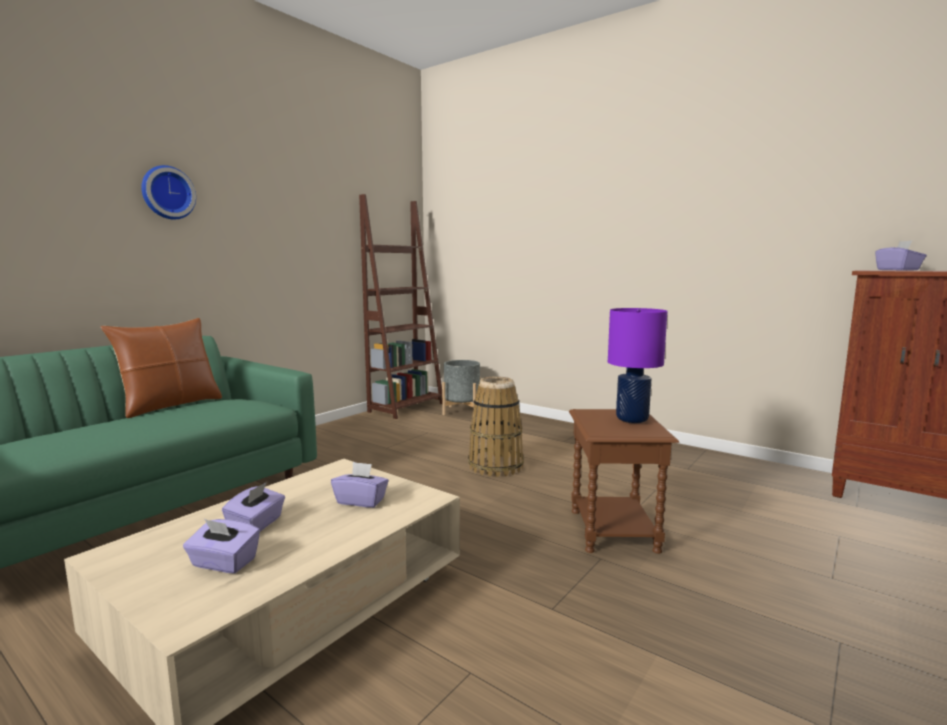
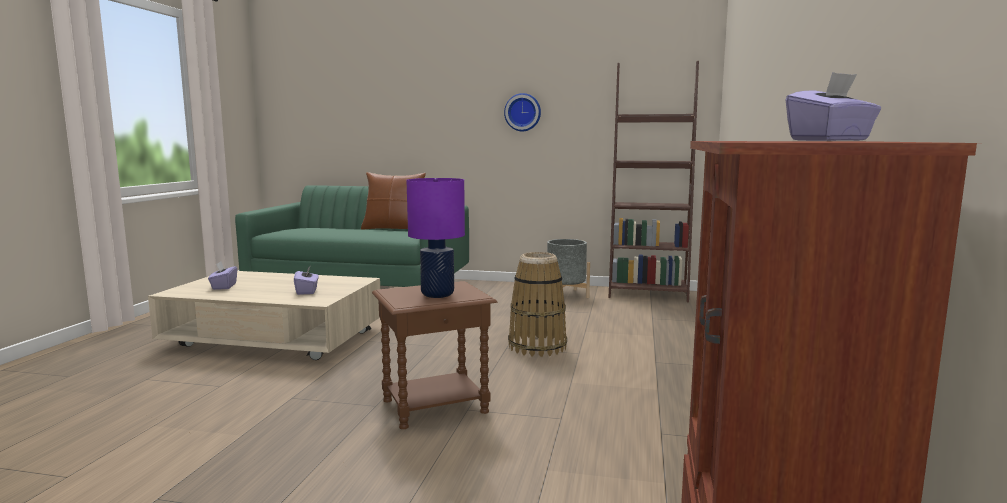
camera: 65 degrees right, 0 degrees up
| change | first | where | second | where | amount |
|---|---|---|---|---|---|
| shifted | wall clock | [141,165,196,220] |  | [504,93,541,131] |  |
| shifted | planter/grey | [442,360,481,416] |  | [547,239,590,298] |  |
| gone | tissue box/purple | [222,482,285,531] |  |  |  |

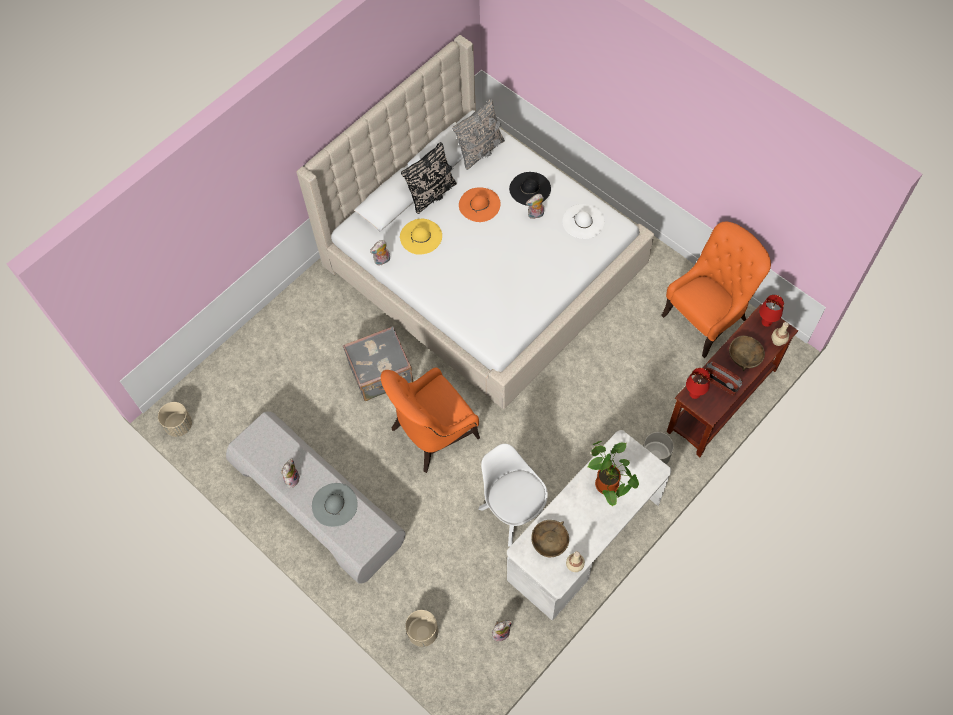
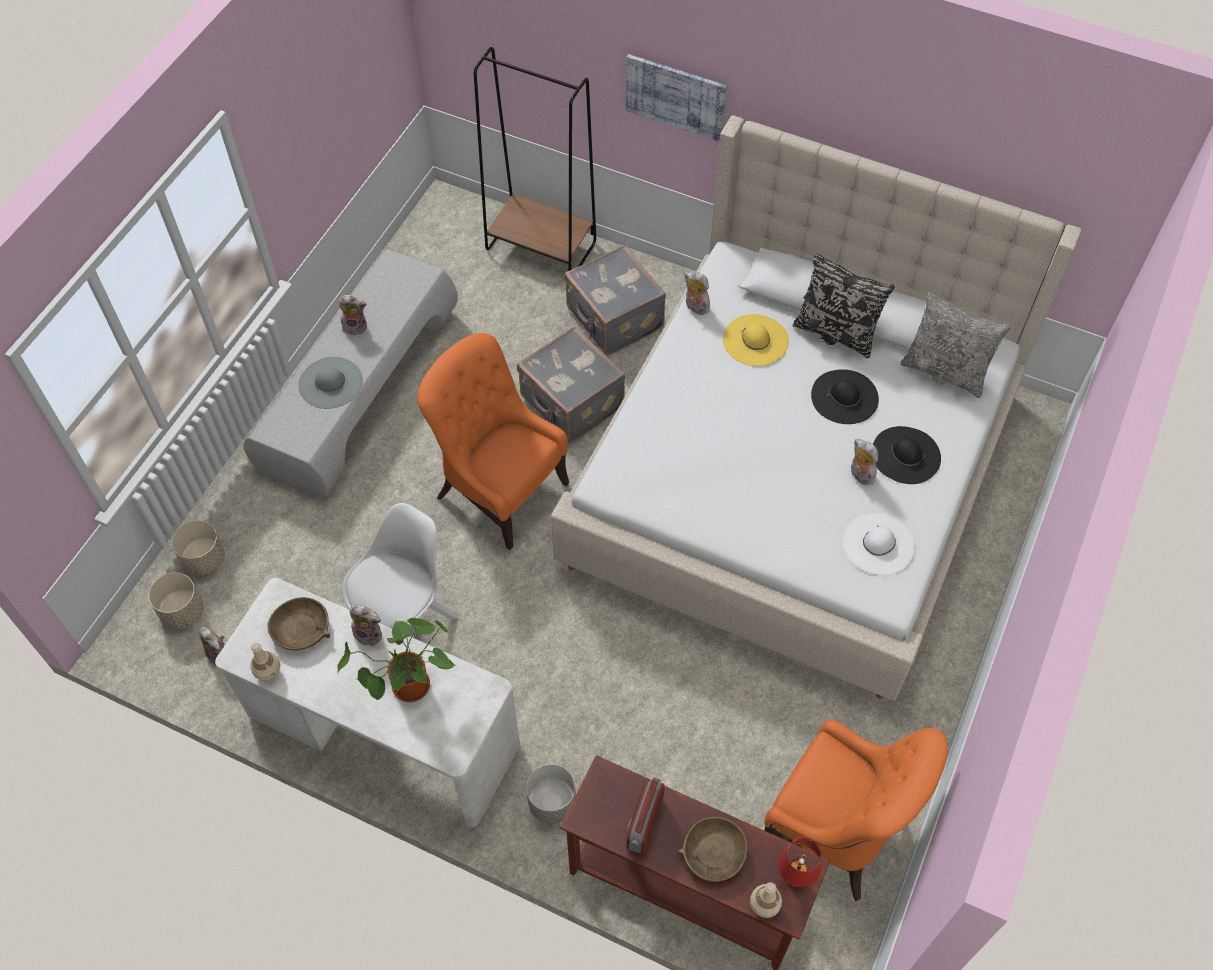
camera: 70 degrees right, 5 degrees down
| change | first | where | second | where | amount |
|---|---|---|---|---|---|
| shifted | planter/beige | [158,402,192,437] |  | [148,572,203,629] |  |
| new |  |  | plush toy | [349,604,382,646] |  |
| new |  |  | clothes rack | [474,47,596,271] |  |
| new |  |  | suitcase/grey | [564,245,666,355] |  |
| new |  |  | picture | [626,54,727,142] |  |
| repainted | hat/orange | [459,187,501,222] | hat/black | [811,369,879,424] |  |
| gone | table lamp/red | [686,368,710,399] |  |  |  |

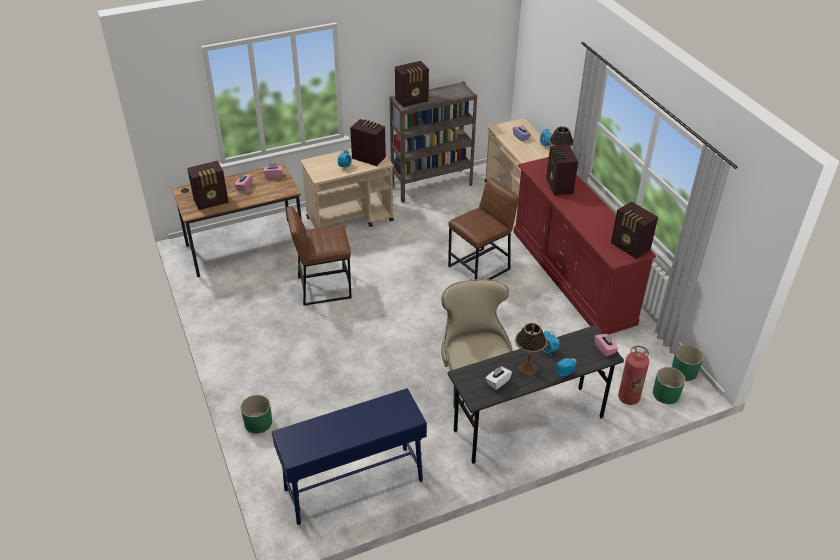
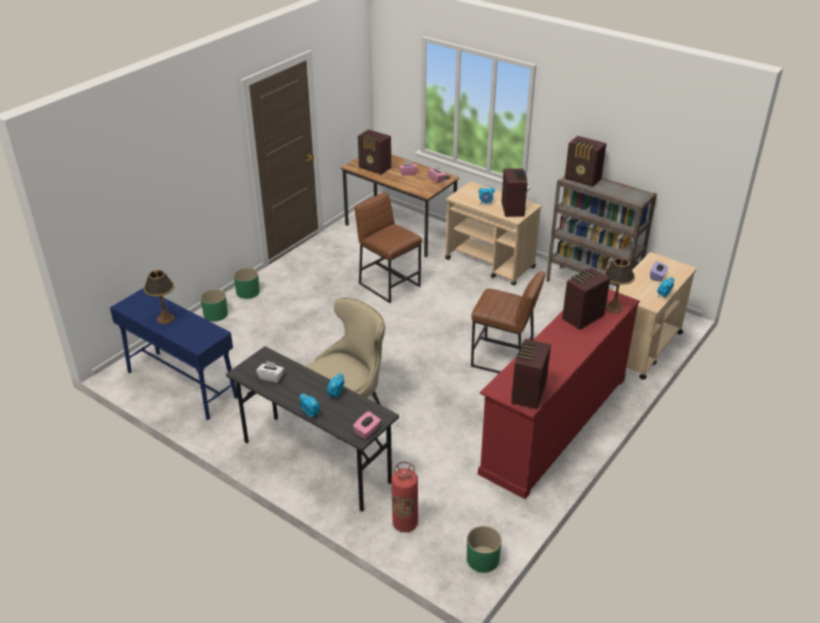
camera: 60 degrees right, 5 degrees down
| change | first | where | second | where | amount |
|---|---|---|---|---|---|
| shifted | table lamp | [515,323,547,376] |  | [144,270,175,324] |  |
| shifted | planter/green | [653,367,685,404] |  | [234,268,260,299] |  |

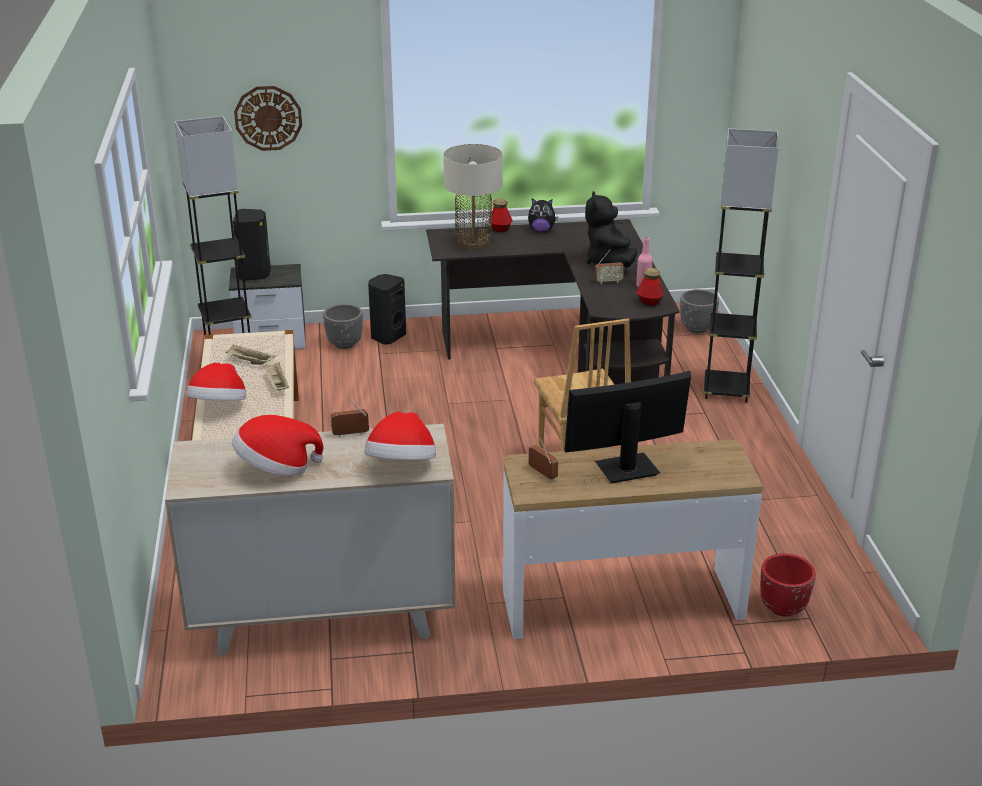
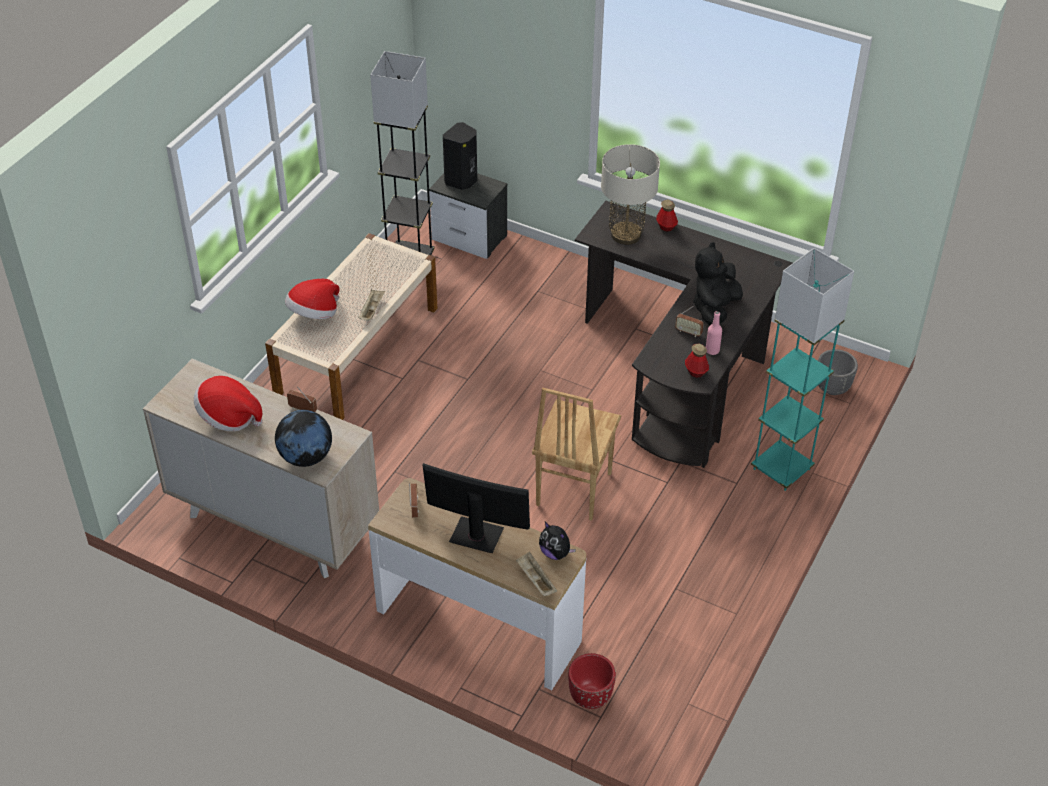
camera: 35 degrees right, 15 degrees up
| change | first | where | second | where | amount |
|---|---|---|---|---|---|
| swapped | hat | [364,412,436,460] | globe | [275,410,332,467] |  |
| shifted | tray/beige | [226,345,275,365] |  | [516,552,557,596] |  |
| shifted | plush toy | [528,198,558,232] |  | [539,522,576,560] |  |
| repainted | floor lamp/grey | [703,128,779,403] | floor lamp/turquoise | [751,248,854,491] |  |
| gone | wall clock | [234,86,302,151] |  |  |  |
| gone | planter/grey | [323,304,363,349] |  |  |  |
| gone | speaker/black | [368,274,406,345] |  |  |  |

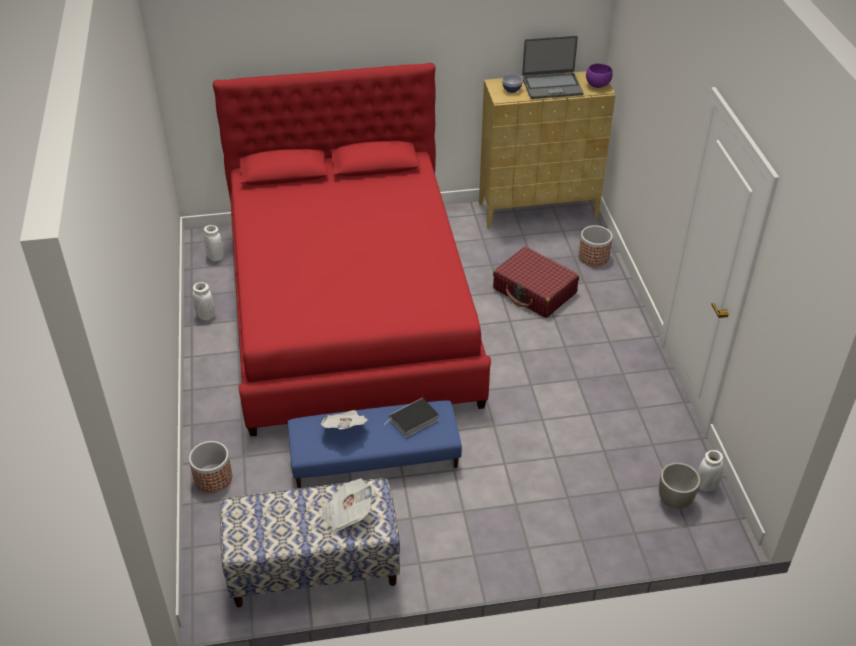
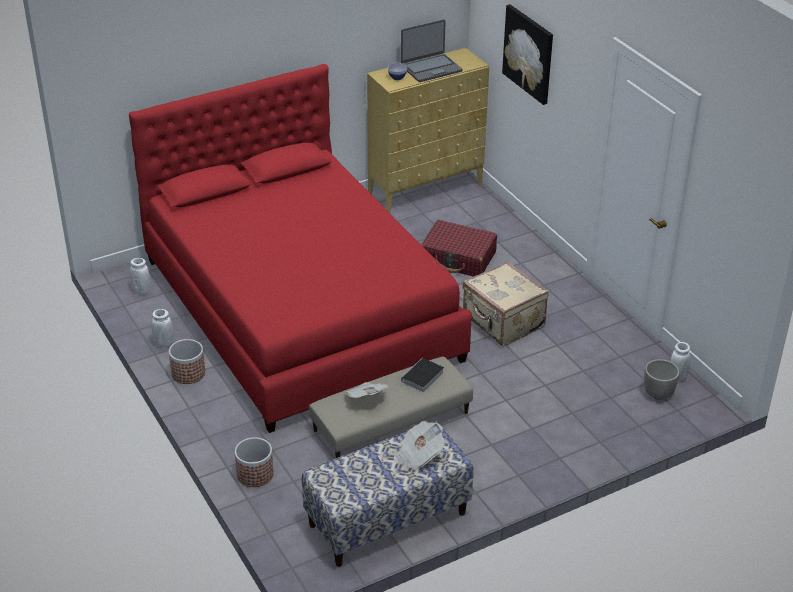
camera: 20 degrees left, 5 degrees down
| change | first | where | second | where | amount |
|---|---|---|---|---|---|
| shifted | planter | [579,225,613,266] |  | [169,339,205,384] |  |
| repainted | ottoman/blue | [288,400,462,488] | ottoman/beige | [309,357,473,458] |  |
| new |  |  | suitcase/beige | [463,261,549,346] |  |
| new |  |  | picture | [502,4,553,105] |  |
| gone | bowl/purple | [586,63,613,88] |  |  |  |

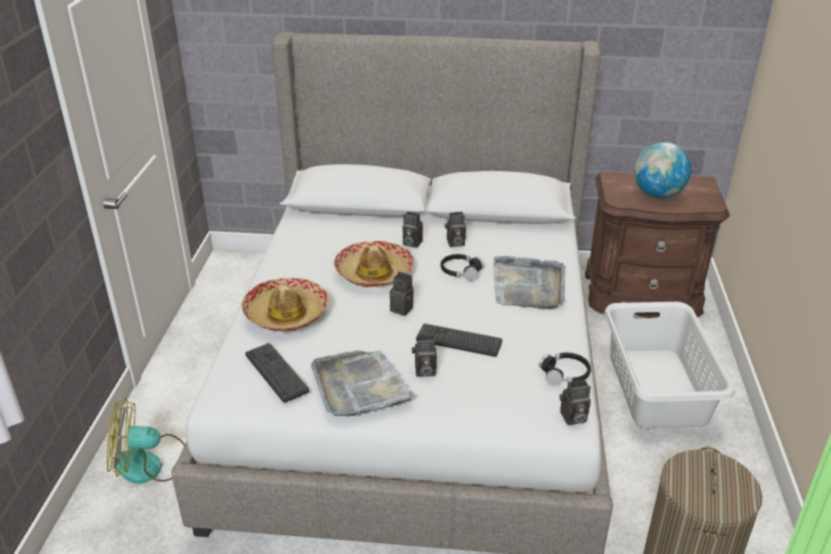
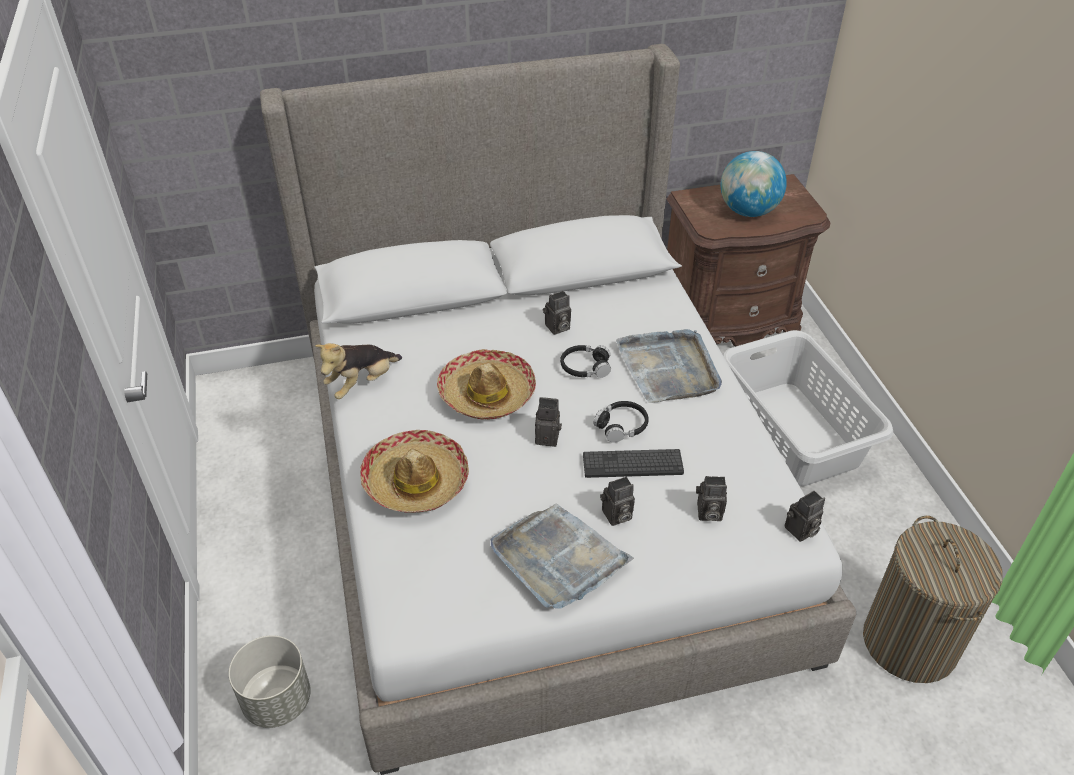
camera: 20 degrees left, 10 degrees up
| change | first | where | second | where | amount |
|---|---|---|---|---|---|
| swapped | fan | [107,398,185,484] | planter/grey | [229,635,311,728] |  |
| new |  |  | plush toy | [315,343,402,399] |  |
| shifted | headphones/black | [539,353,591,386] |  | [593,401,649,443] |  |
| shifted | photo camera | [403,211,423,248] |  | [696,476,727,521] |  |
| gone | keyboard | [245,343,309,403] |  |  |  |

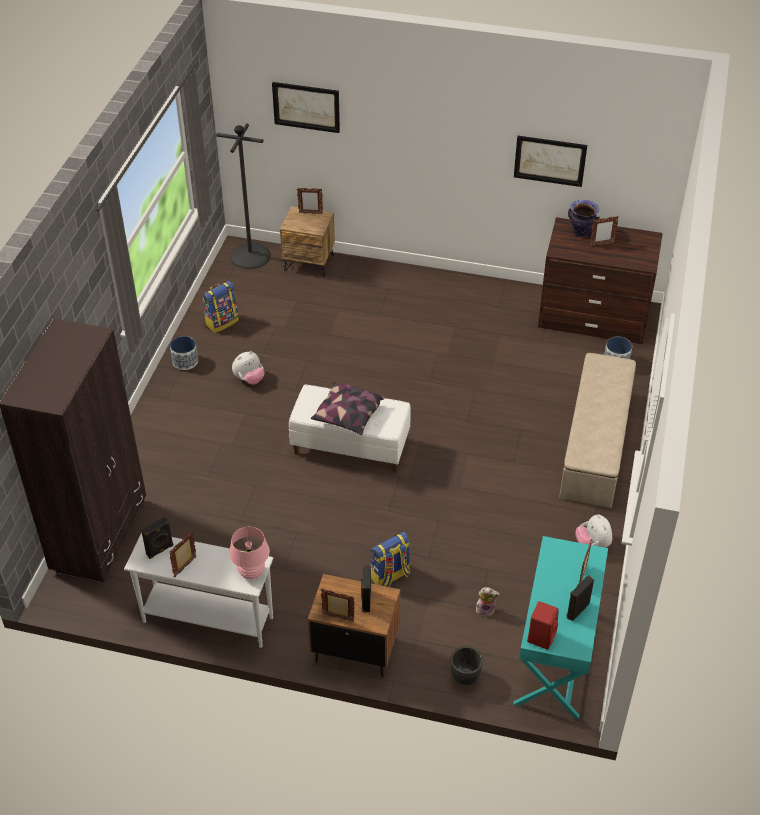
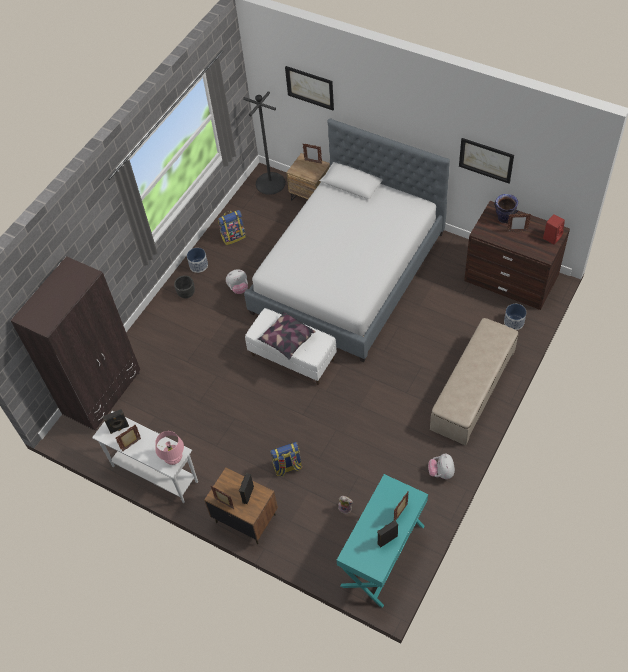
camera: 20 degrees right, 10 degrees up
| change | first | where | second | where | amount |
|---|---|---|---|---|---|
| shifted | planter/black | [450,646,483,685] |  | [174,276,195,298] |  |
| new |  |  | bed | [244,119,450,362] |  |
| shifted | speaker/red | [527,601,559,650] |  | [543,214,565,244] |  |

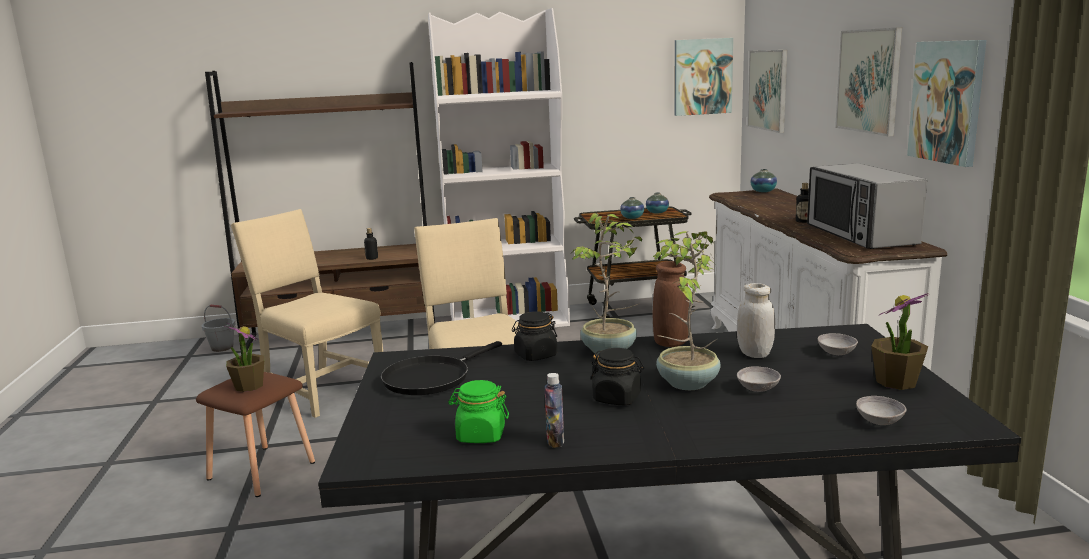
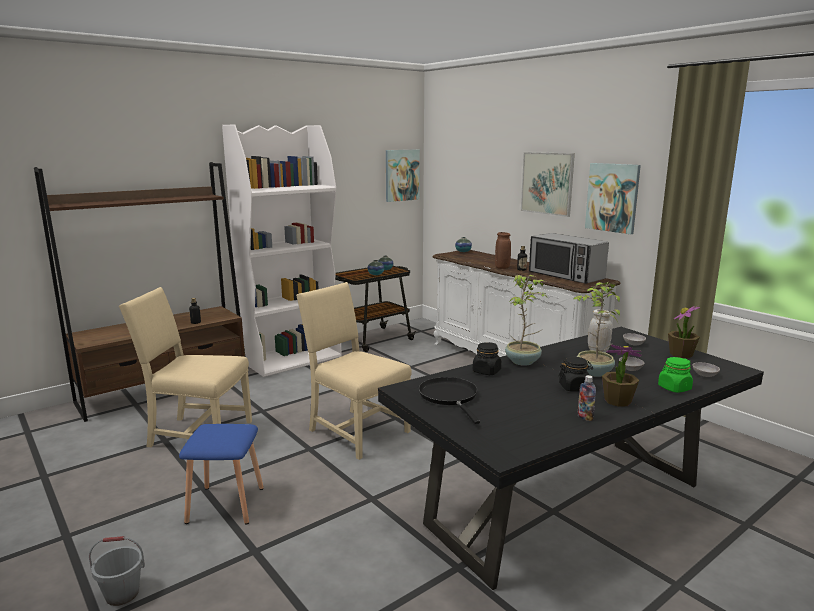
camera: 30 degrees left, 0 degrees up
| change | first | where | second | where | amount |
|---|---|---|---|---|---|
| shifted | bucket/grey | [202,305,235,352] |  | [89,536,145,606] |  |
| repainted | stool/brown | [196,372,315,497] | stool/blue | [179,424,264,525] |  |
| rotated | frying pan/black | [381,341,502,395] |  | [419,377,480,424] | 150 degrees clockwise |
| shifted | vase/brown | [653,261,689,347] |  | [495,232,511,269] |  |
| shifted | potted plant | [225,323,264,392] |  | [602,345,642,407] |  |
| shifted | jar/green | [448,380,509,443] |  | [658,357,693,393] |  |
| gone | picture | [747,50,787,133] |  |  |  |

